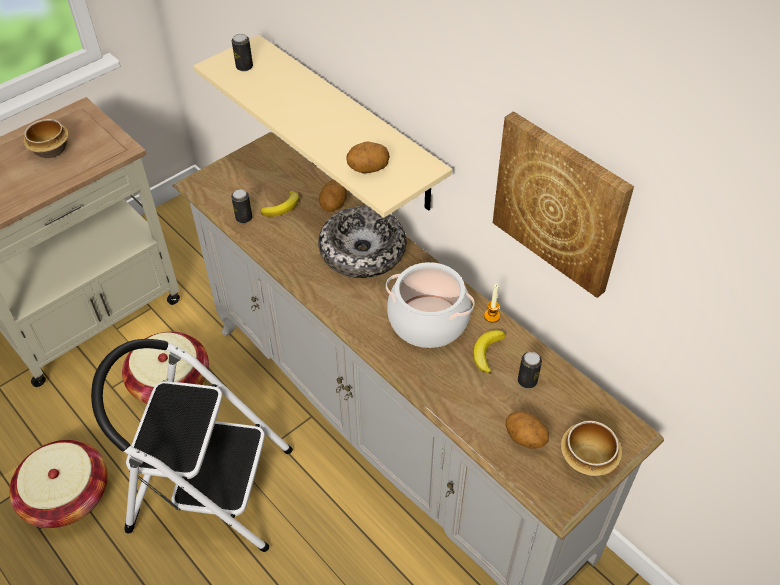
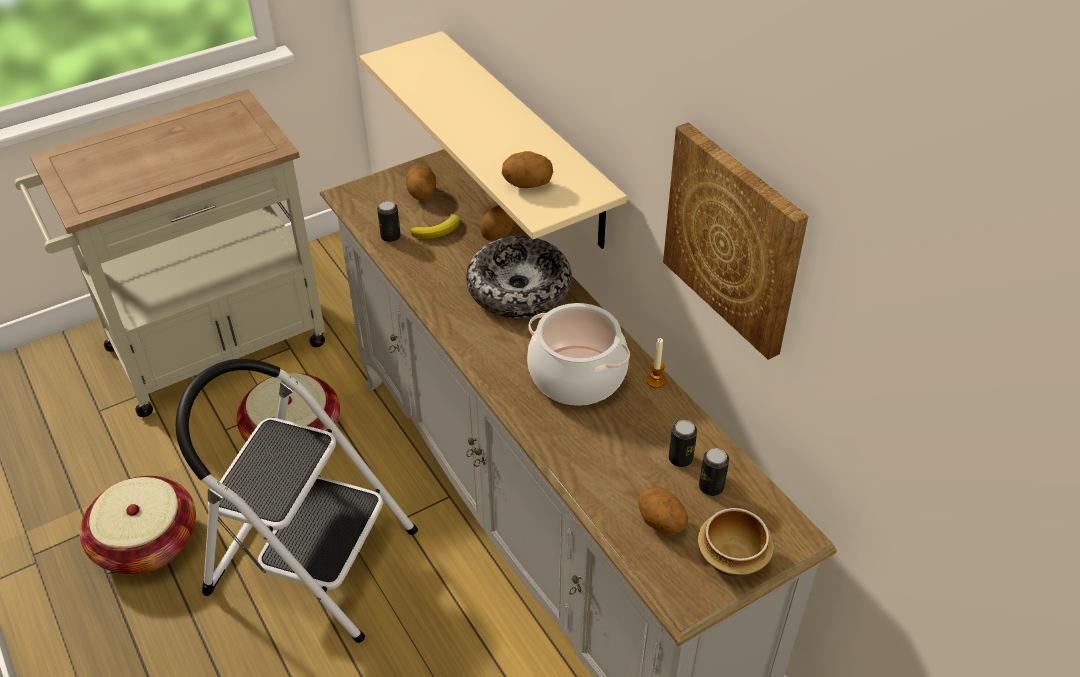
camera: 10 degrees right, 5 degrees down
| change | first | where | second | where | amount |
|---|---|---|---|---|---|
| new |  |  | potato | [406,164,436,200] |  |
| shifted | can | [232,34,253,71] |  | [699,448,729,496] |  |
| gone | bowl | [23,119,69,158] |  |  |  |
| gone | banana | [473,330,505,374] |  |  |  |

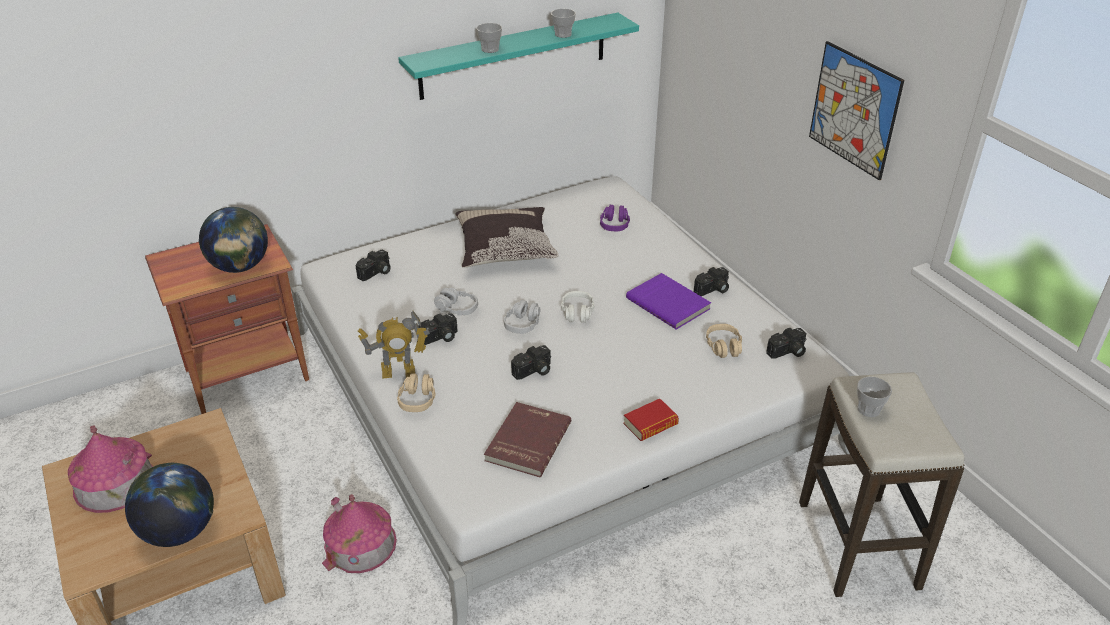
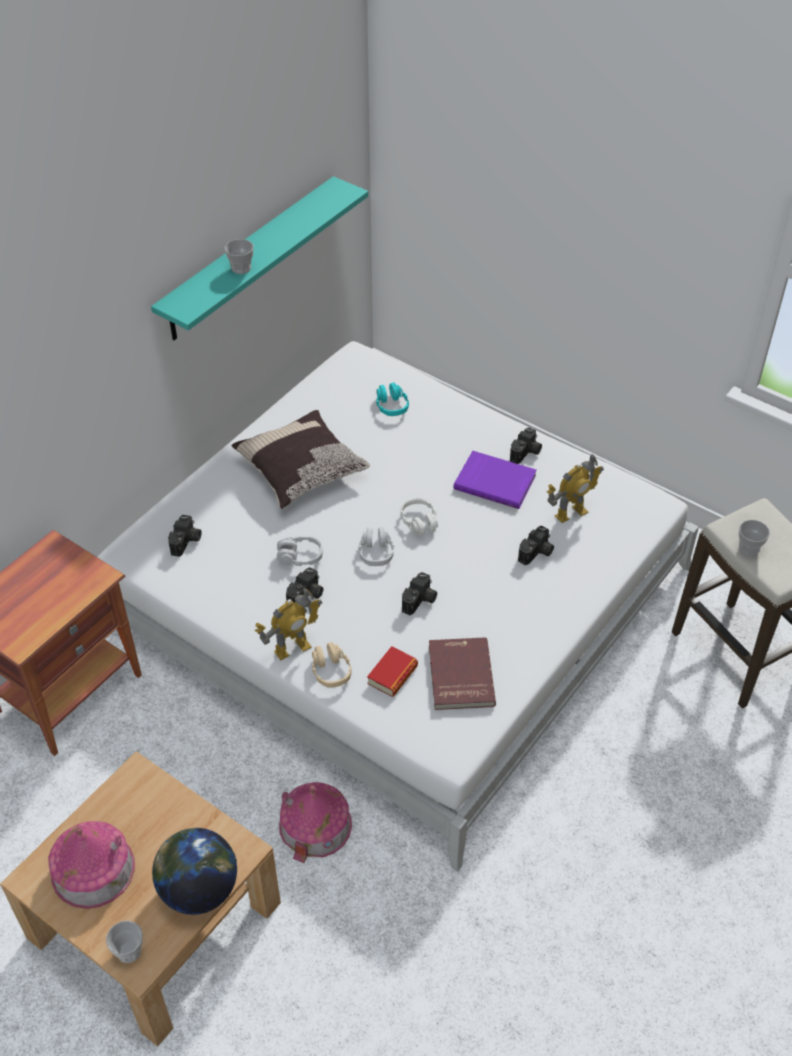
camera: 25 degrees left, 10 degrees up
| change | first | where | second | where | amount |
|---|---|---|---|---|---|
| shifted | cup | [551,9,576,38] |  | [106,921,143,963] |  |
| shifted | book | [623,398,679,441] |  | [367,646,418,697] |  |
| repainted | headphones/purple | [600,205,630,231] | headphones/turquoise | [376,383,409,416] |  |
| shifted | photo camera | [766,328,806,358] |  | [518,526,554,565] |  |
| swapped | headphones/beige | [706,324,742,358] | toy robot | [546,454,604,523] |  |
| gone | globe | [199,207,268,273] |  |  |  |
| gone | picture | [809,41,904,180] |  |  |  |

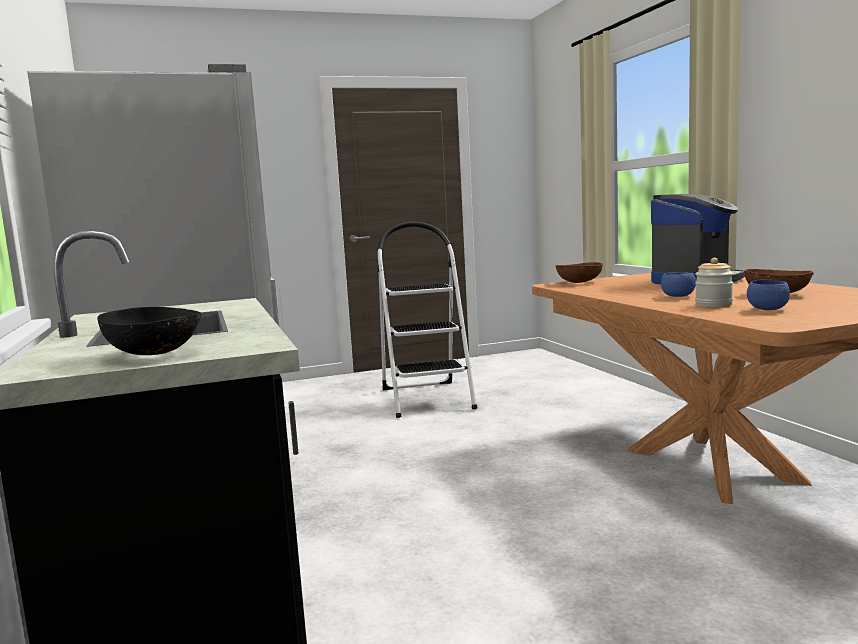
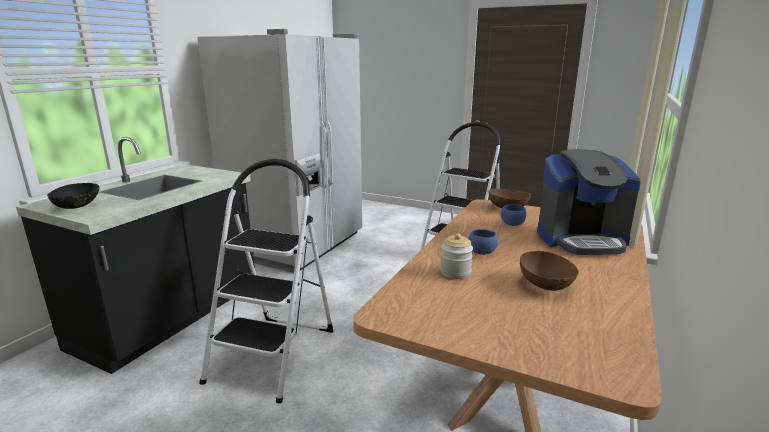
camera: 45 degrees right, 10 degrees up
| change | first | where | second | where | amount |
|---|---|---|---|---|---|
| new |  |  | step ladder | [199,159,333,403] |  |
| shifted | bowl/blue | [747,279,790,310] |  | [501,204,526,226] |  |

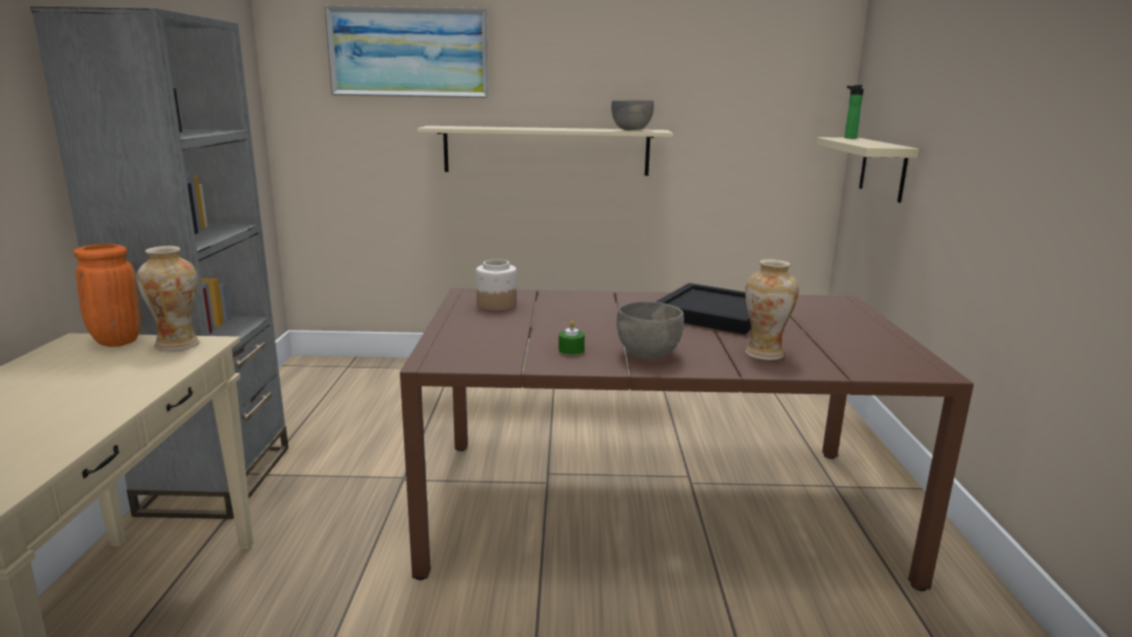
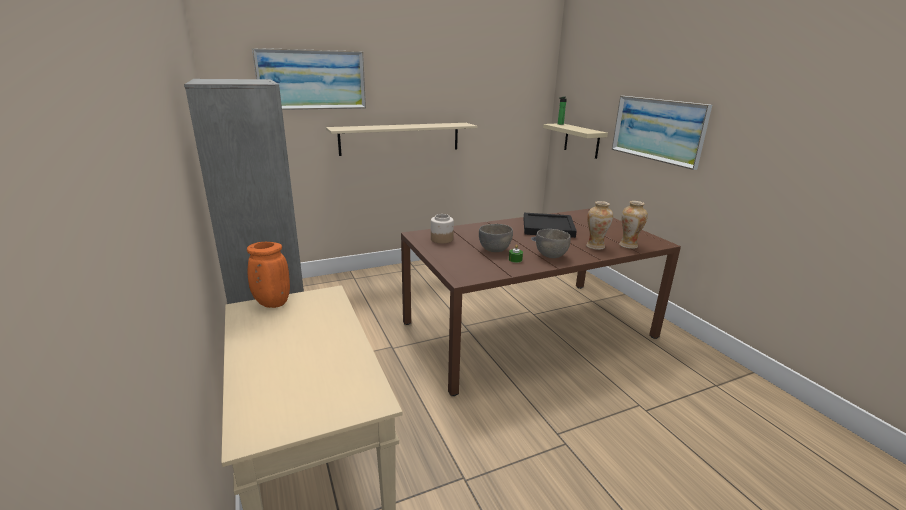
camera: 25 degrees left, 5 degrees up
| change | first | where | second | where | amount |
|---|---|---|---|---|---|
| shifted | bowl/grey | [611,100,654,130] |  | [479,224,513,252] |  |
| new |  |  | picture | [612,96,712,170] |  |
| shifted | vase | [136,246,199,351] |  | [619,201,648,249] |  |

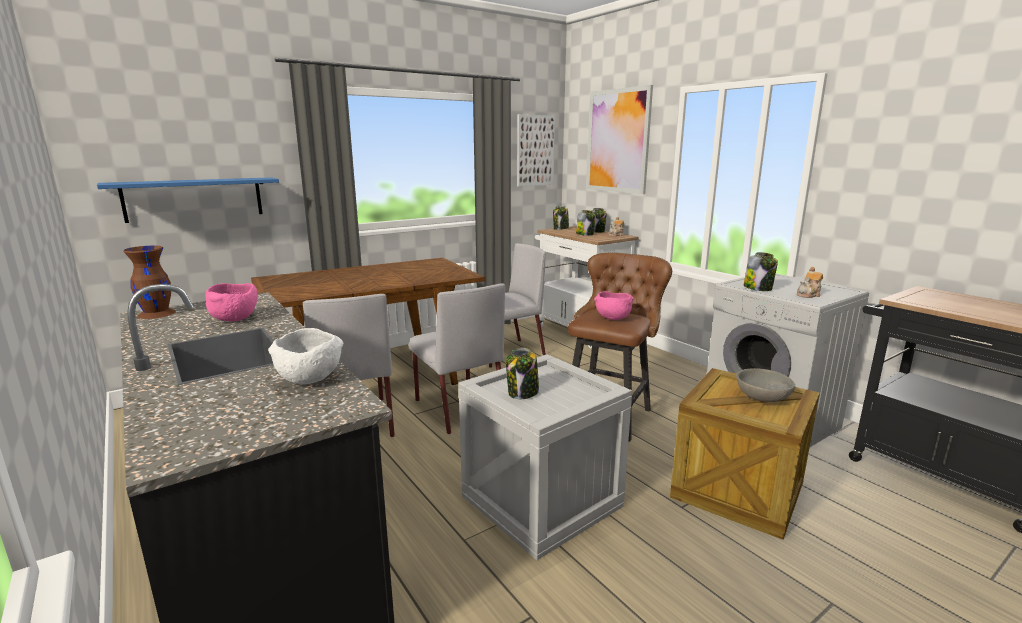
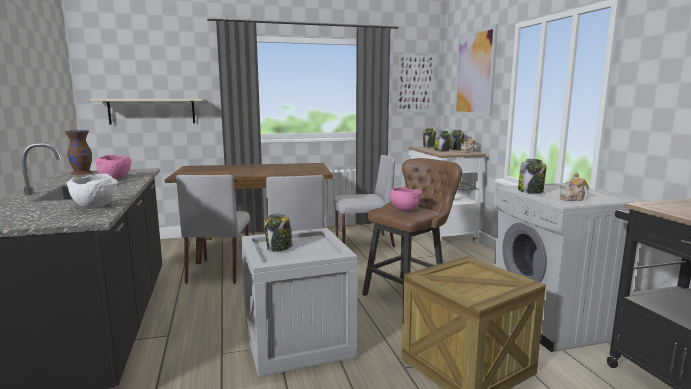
camera: 20 degrees right, 5 degrees down
| change | first | where | second | where | amount |
|---|---|---|---|---|---|
| repainted | shelf/blue | [97,177,279,223] | shelf/beige | [90,99,203,125] |  |
| gone | bowl/grey | [736,368,795,402] |  |  |  |

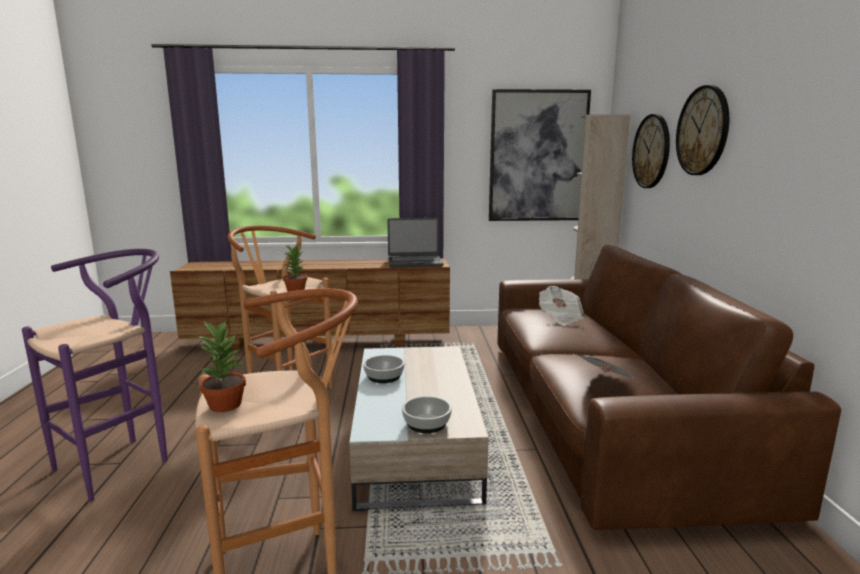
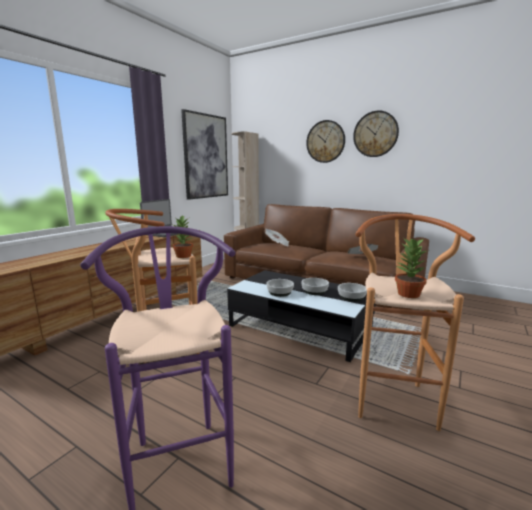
camera: 55 degrees left, 0 degrees up
| change | first | where | second | where | amount |
|---|---|---|---|---|---|
| repainted | coffee table/beige | [349,346,489,511] | coffee table/black | [227,270,375,362] |  |
| new |  |  | bowl | [301,278,329,295] |  |
| shifted | wall clock | [632,114,670,188] |  | [353,110,399,157] |  |

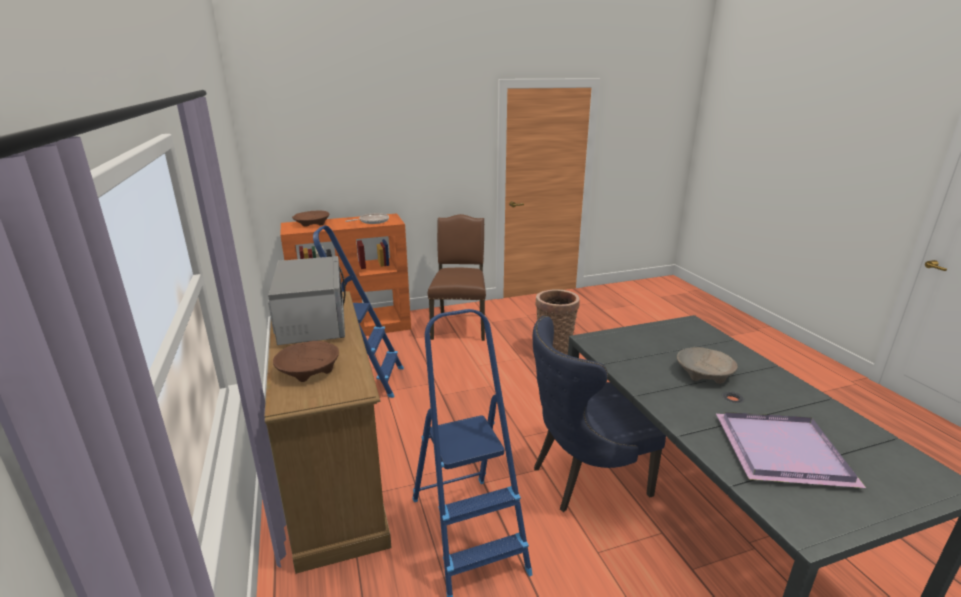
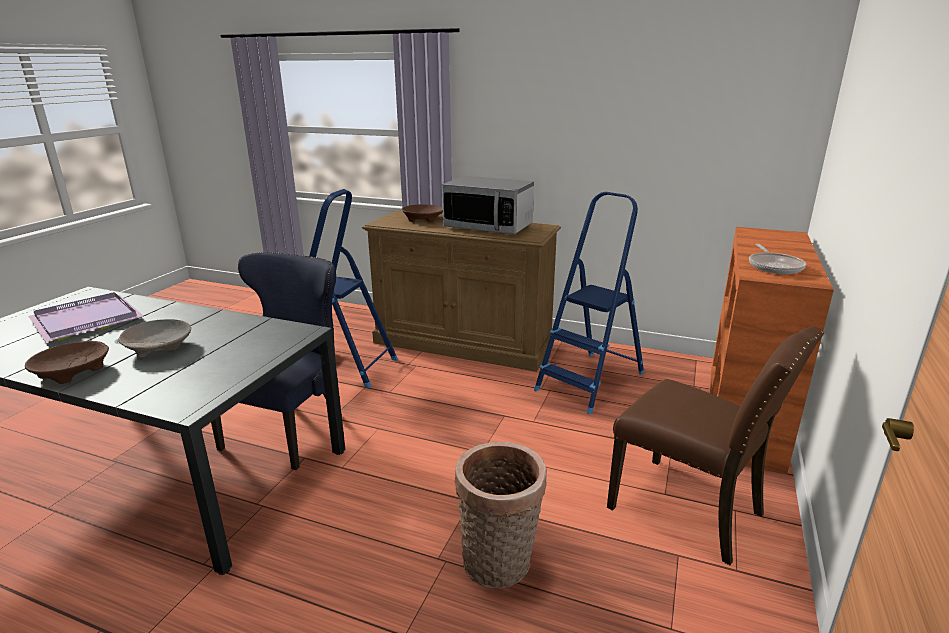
camera: 130 degrees right, 0 degrees up
| change | first | where | second | where | amount |
|---|---|---|---|---|---|
| shifted | bowl/brown | [292,210,330,227] |  | [25,341,109,384] |  |

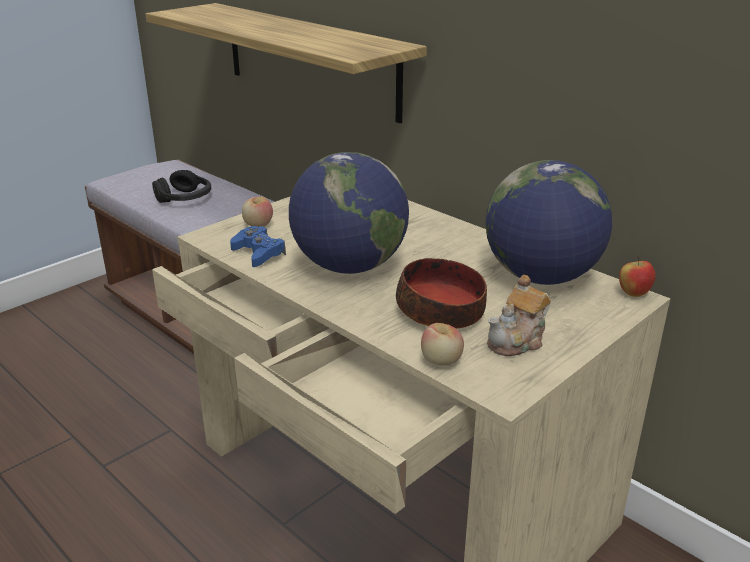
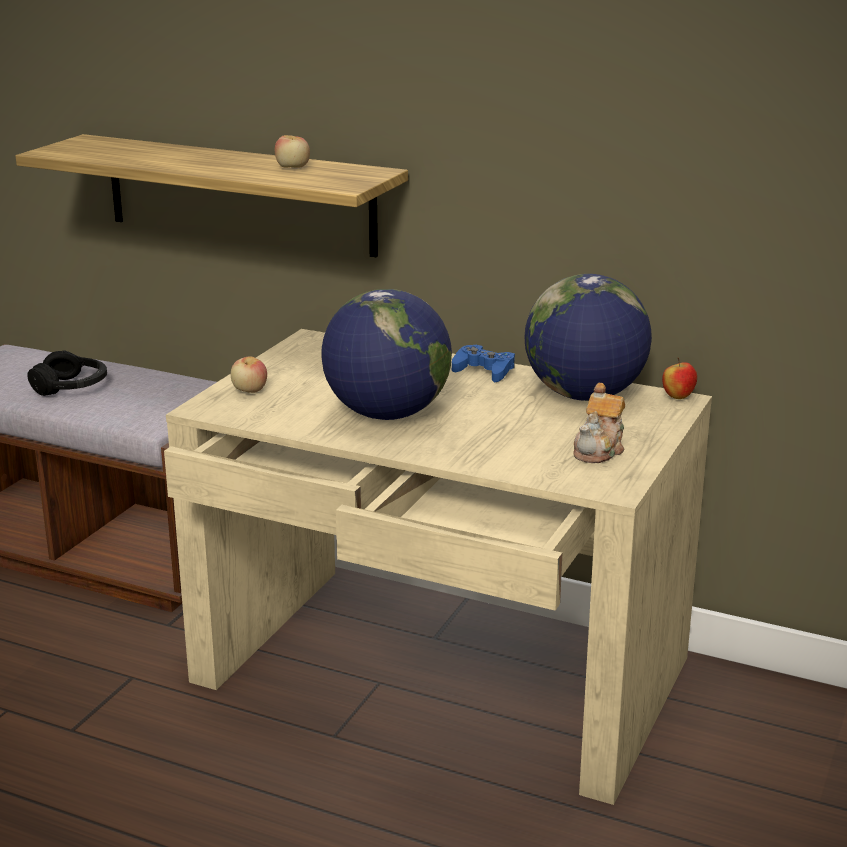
camera: 20 degrees left, 5 degrees down
| change | first | where | second | where | amount |
|---|---|---|---|---|---|
| shifted | apple | [421,323,464,365] |  | [275,135,310,168] |  |
| shifted | game controller/blue | [230,226,286,267] |  | [452,345,515,382] |  |
| gone | bowl | [396,258,487,329] |  |  |  |

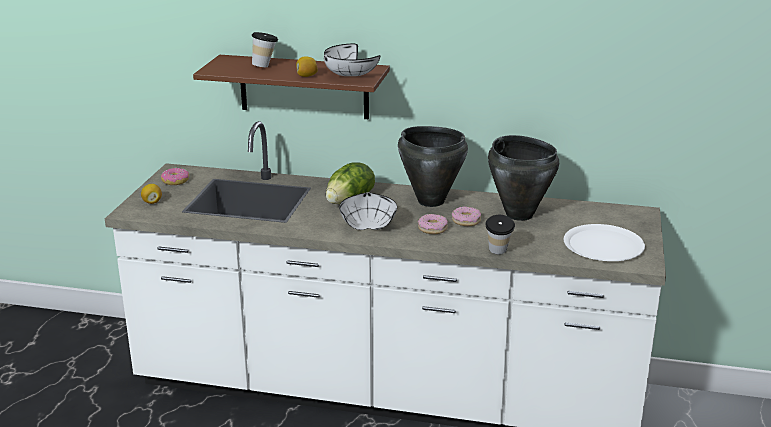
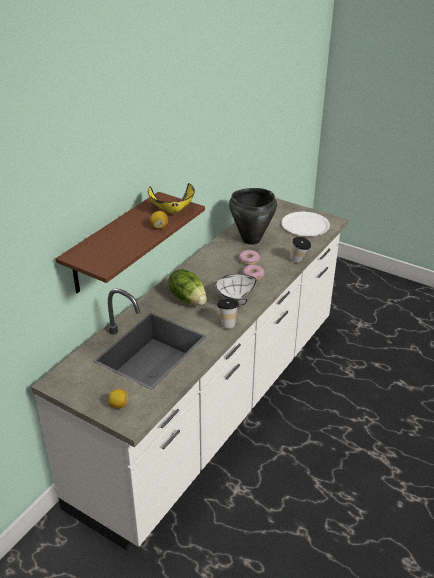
camera: 70 degrees left, 10 degrees up
| change | first | where | second | where | amount |
|---|---|---|---|---|---|
| repainted | bowl/white | [324,44,380,76] | bowl/yellow | [148,183,195,213] |  |
| shifted | cup | [252,32,278,67] |  | [217,299,239,328] |  |
| gone | donut | [161,168,189,185] |  |  |  |
| gone | cooking pot/black | [398,126,468,207] |  |  |  |

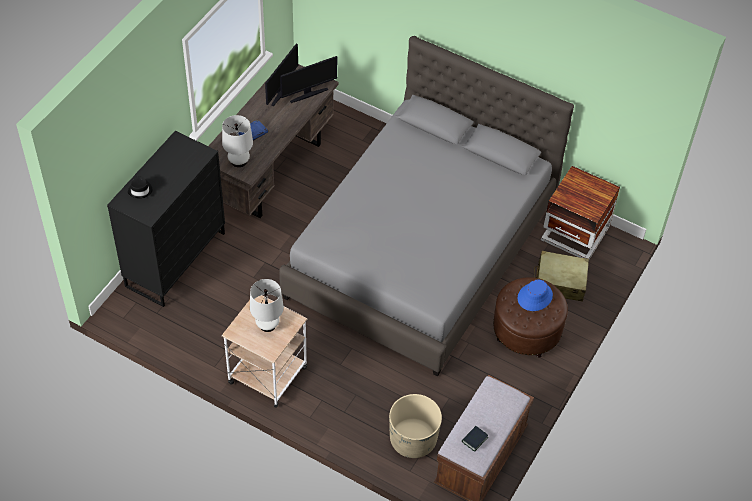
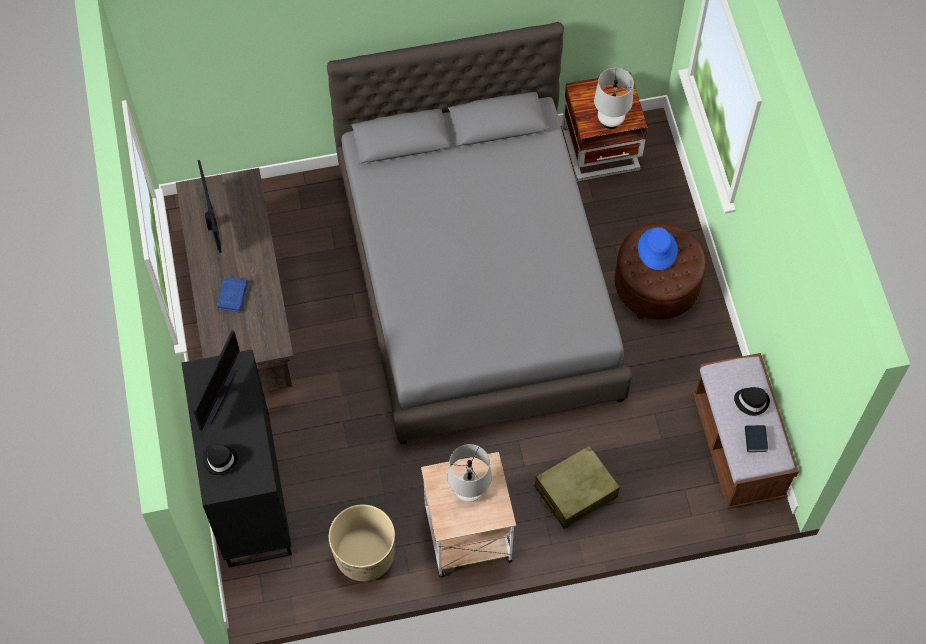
camera: 40 degrees left, 10 degrees up
| change | first | where | second | where | amount |
|---|---|---|---|---|---|
| shifted | monitor | [280,56,337,103] |  | [193,330,240,431] |  |
| shifted | planter/beige | [389,394,442,458] |  | [329,505,395,581] |  |
| shifted | suitcase/beige | [534,251,589,302] |  | [534,445,620,529] |  |
| shifted | table lamp/white | [222,115,253,167] |  | [594,68,634,129] |  |
| new |  |  | hat/black | [734,387,770,416] |  |

